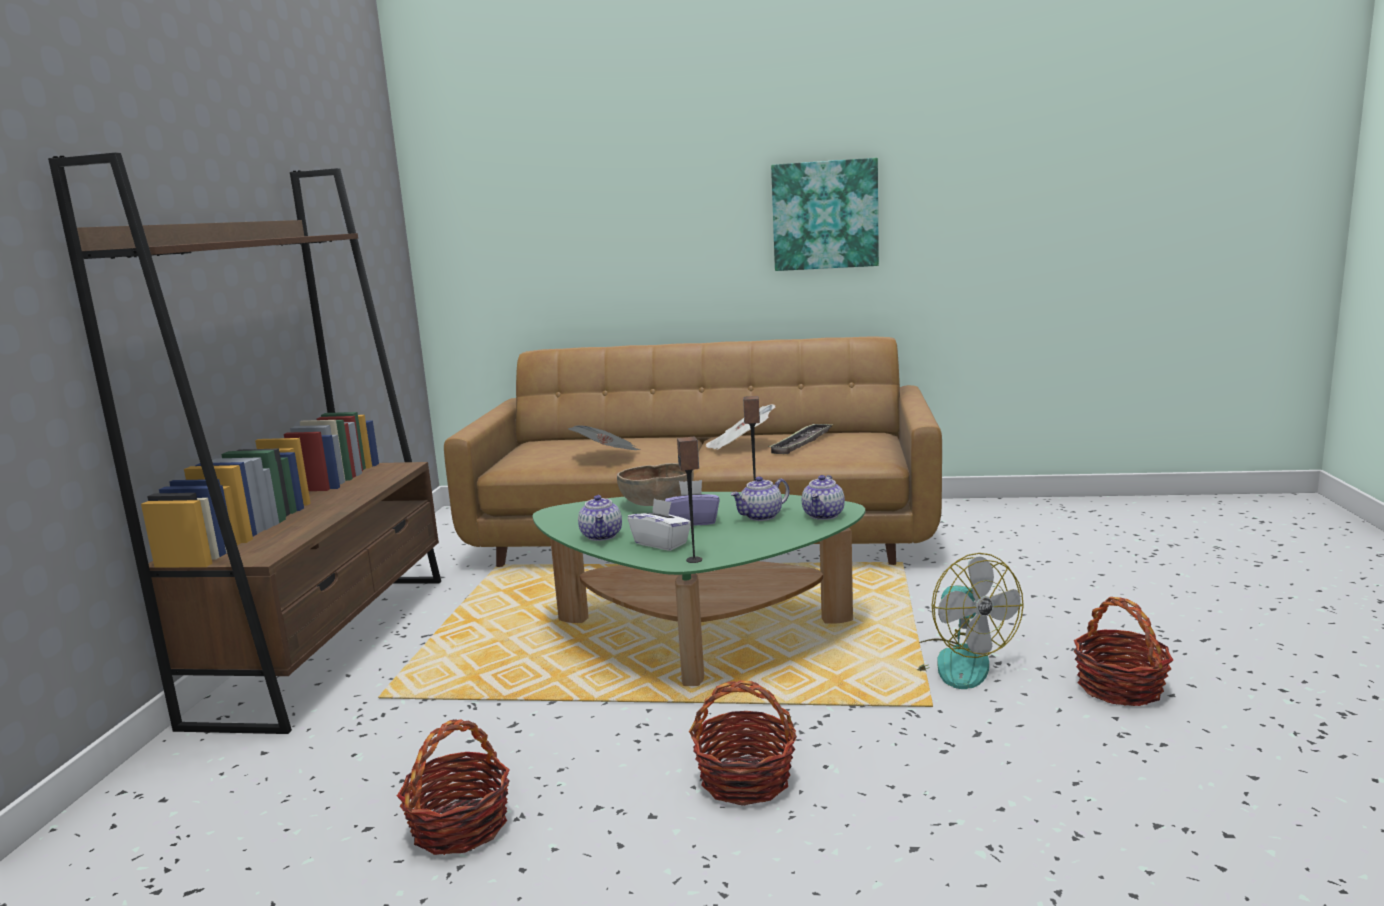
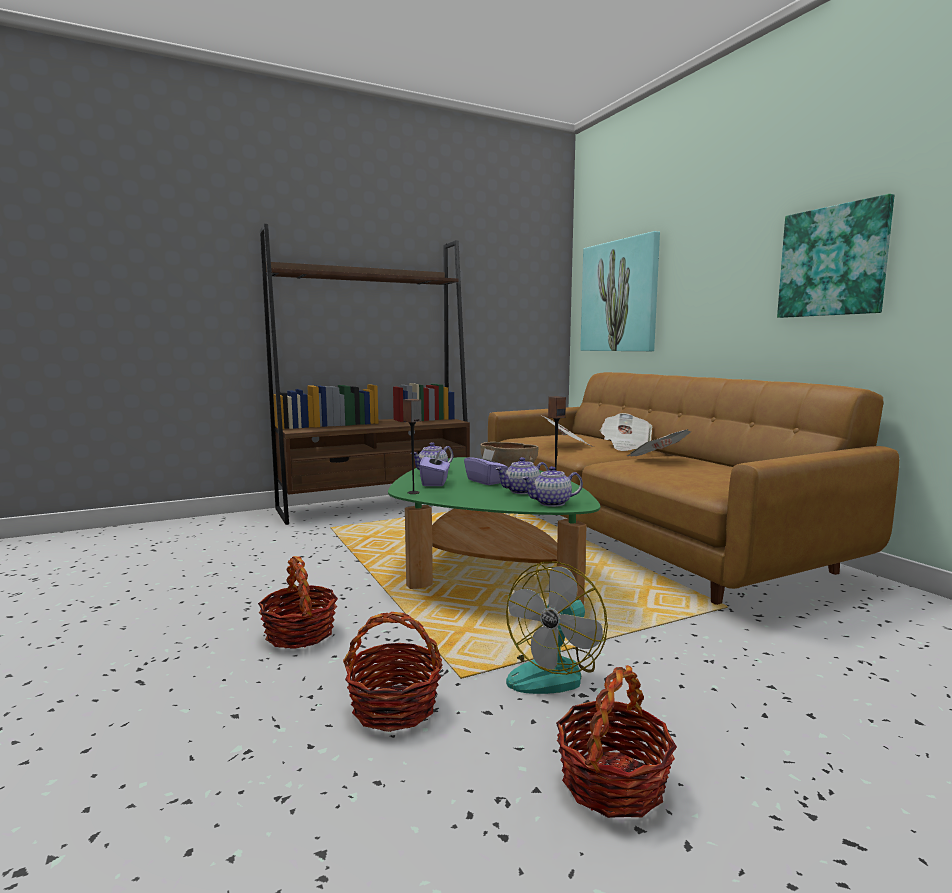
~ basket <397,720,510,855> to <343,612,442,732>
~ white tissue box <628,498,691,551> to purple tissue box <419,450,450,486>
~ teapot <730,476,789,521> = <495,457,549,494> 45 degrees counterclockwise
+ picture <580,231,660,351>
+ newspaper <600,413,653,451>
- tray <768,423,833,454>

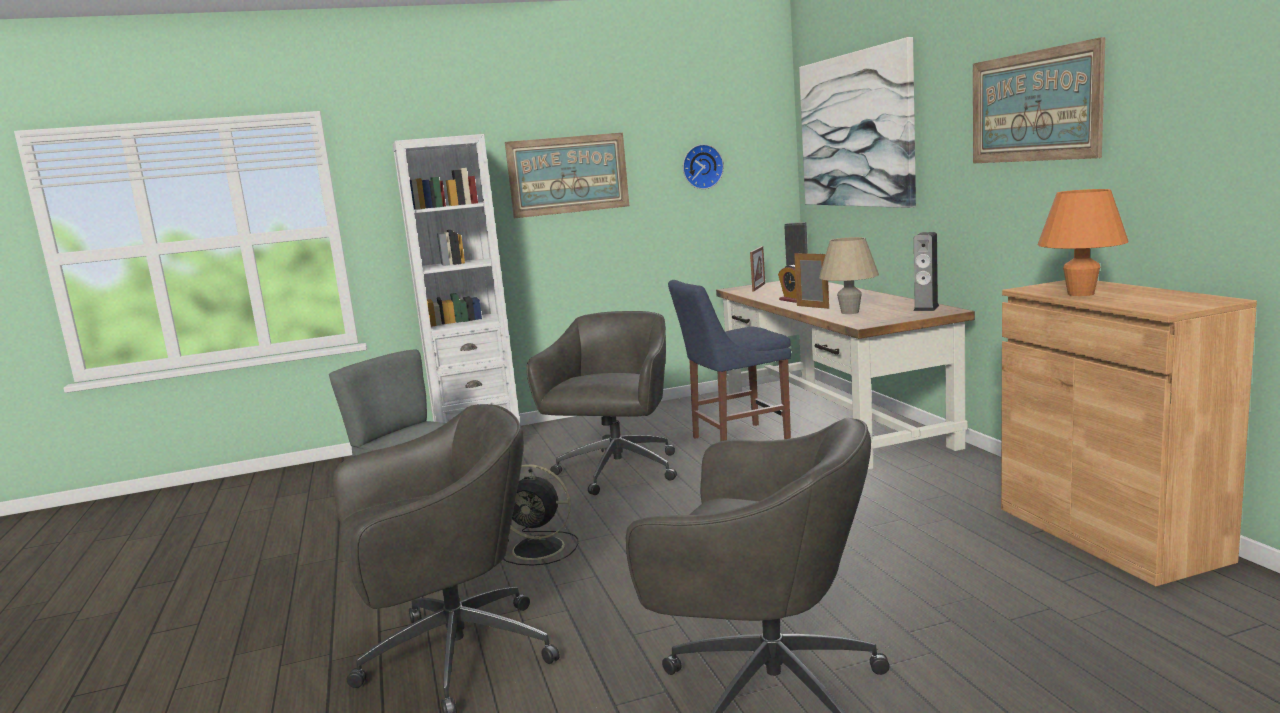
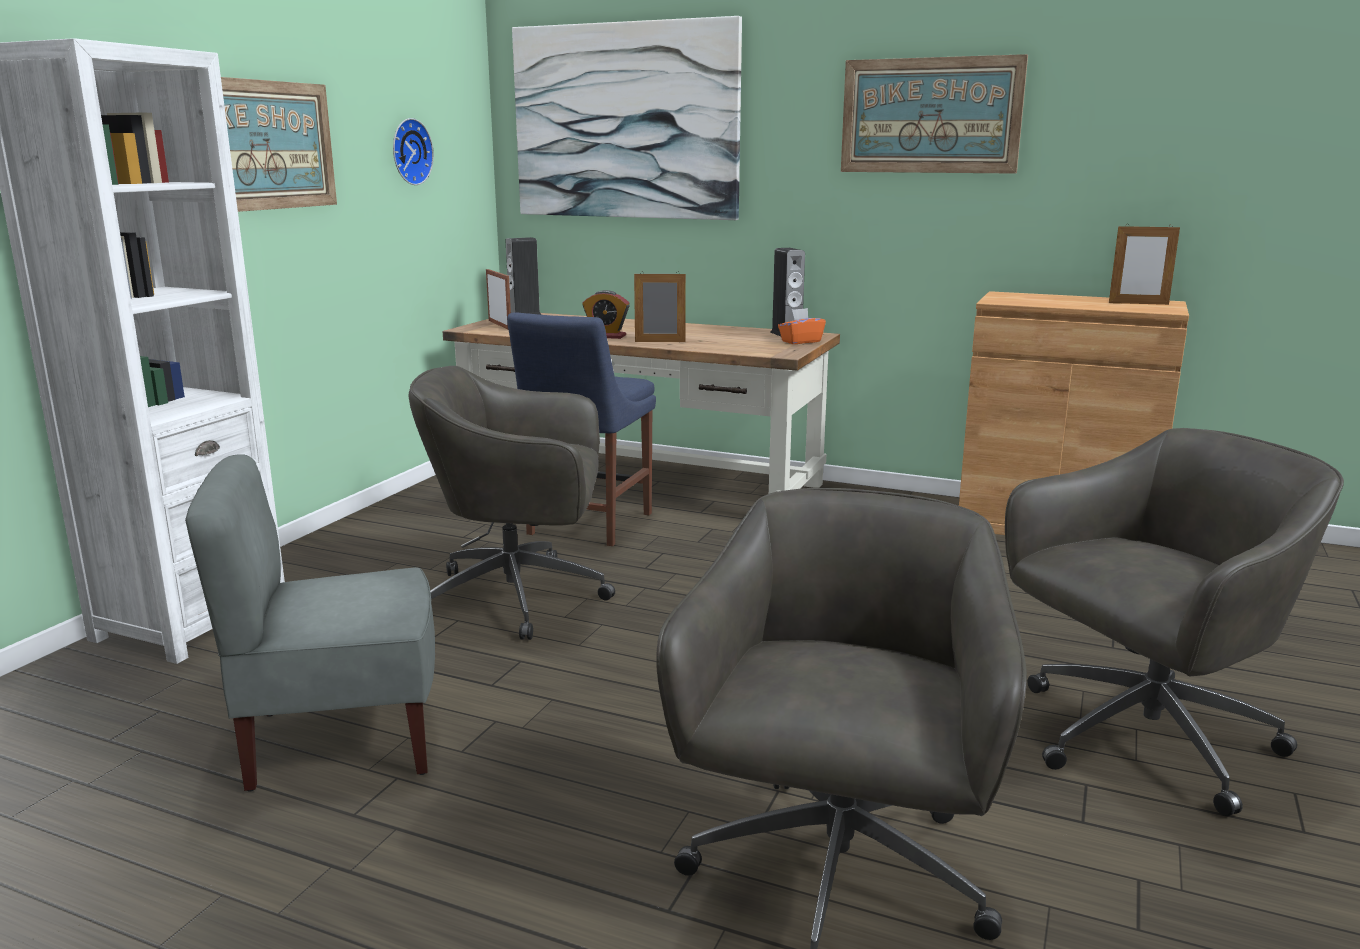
~ grey office chair <526,311,677,495> = <408,366,615,640> 60 degrees counterclockwise
+ orange tissue box <778,308,826,344>
+ picture frame <1109,224,1180,305>
- black fan <503,464,578,566>
- beige table lamp <819,237,879,314>
- orange table lamp <1037,189,1129,296>

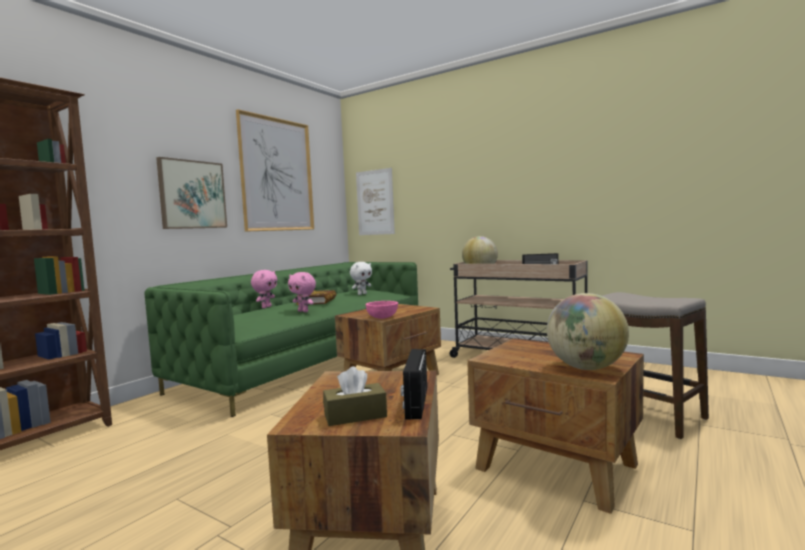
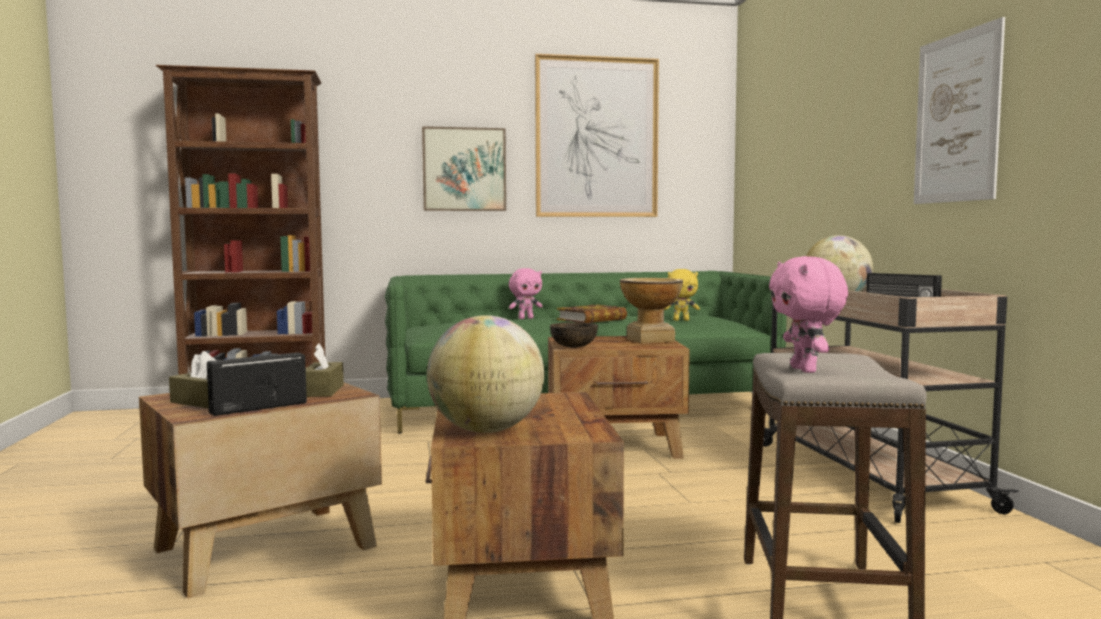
+ brown tissue box <306,344,344,397>
~ pink bowl <365,301,398,319> to brown bowl <550,322,598,348>
+ vase <620,278,683,344>
~ white plush toy <350,262,372,295> to yellow plush toy <664,269,700,321>
~ pink plush toy <288,272,316,312> to <769,256,848,373>
~ picture <356,168,395,235> to <914,17,1005,204>

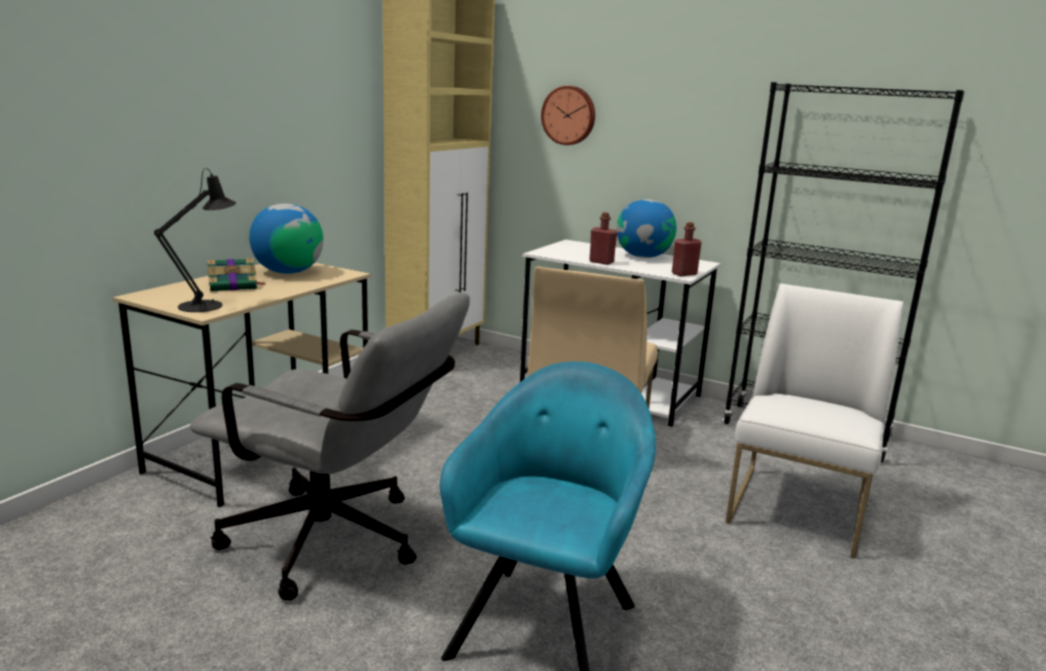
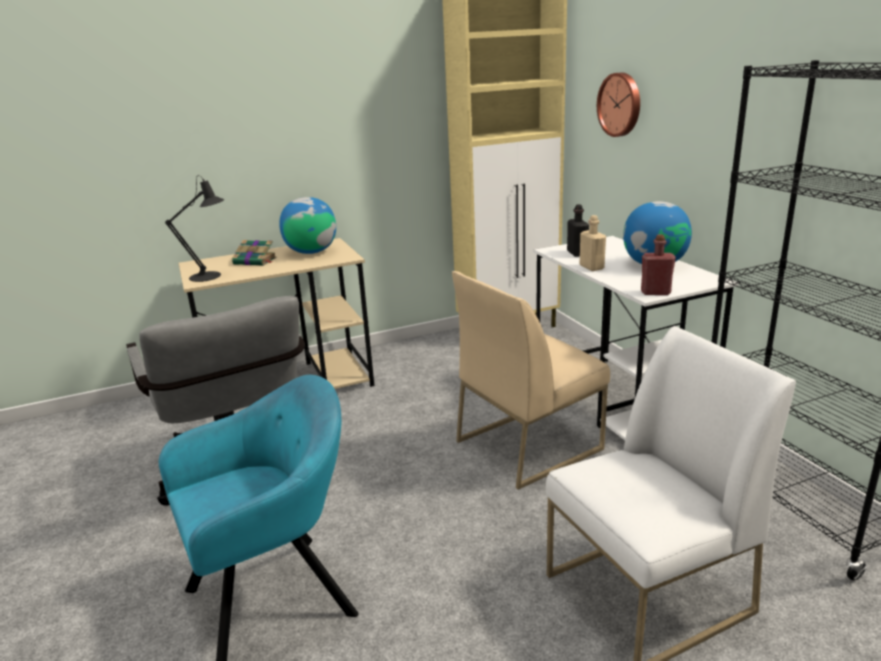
+ black bottle <567,204,589,257>
~ red bottle <589,212,617,265> to beige bottle <580,215,606,271>

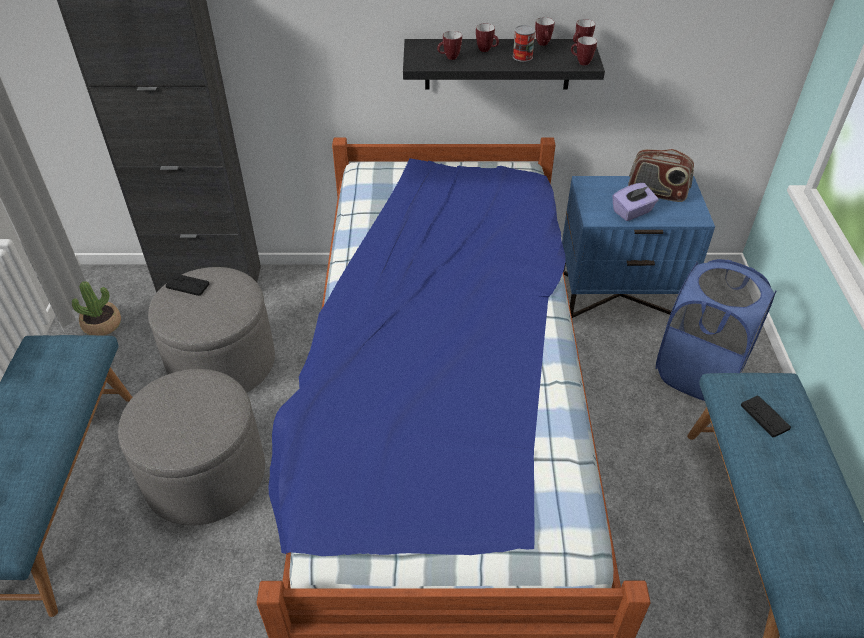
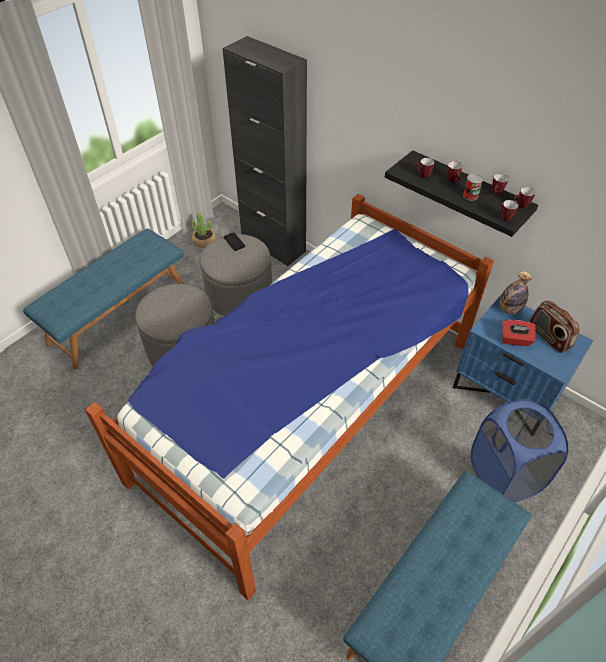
+ bottle <500,271,532,315>
~ purple tissue box <613,183,658,221> to red tissue box <502,320,535,346>
- black game controller <741,396,791,437>

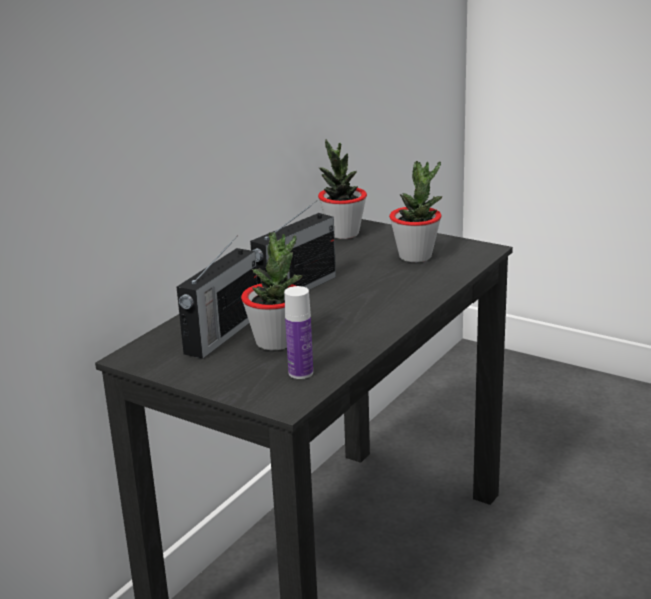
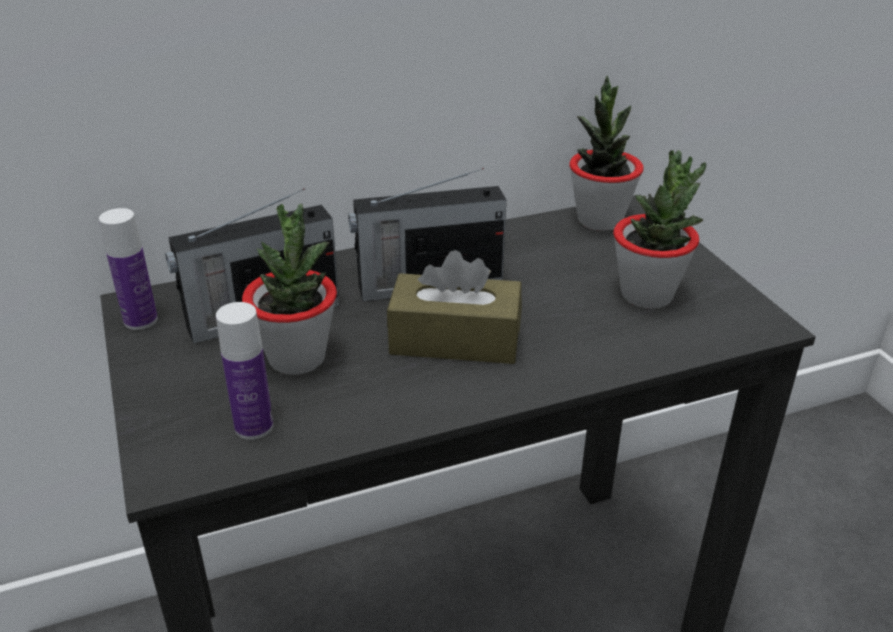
+ bottle <99,208,158,330>
+ brown tissue box <387,250,522,364>

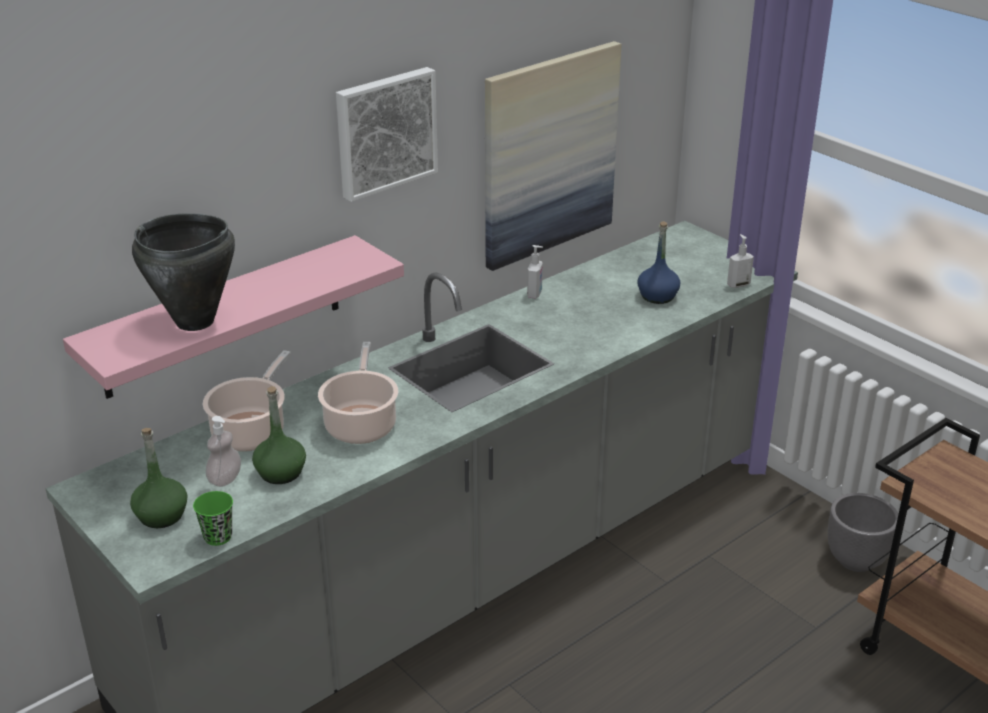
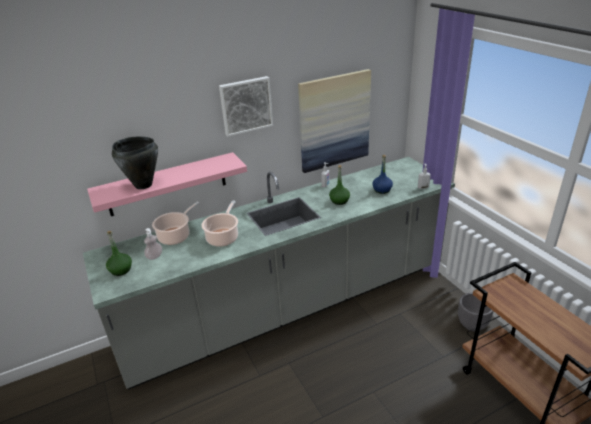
~ green bottle <252,386,306,484> to <329,165,350,205>
- green cup <193,491,233,546>

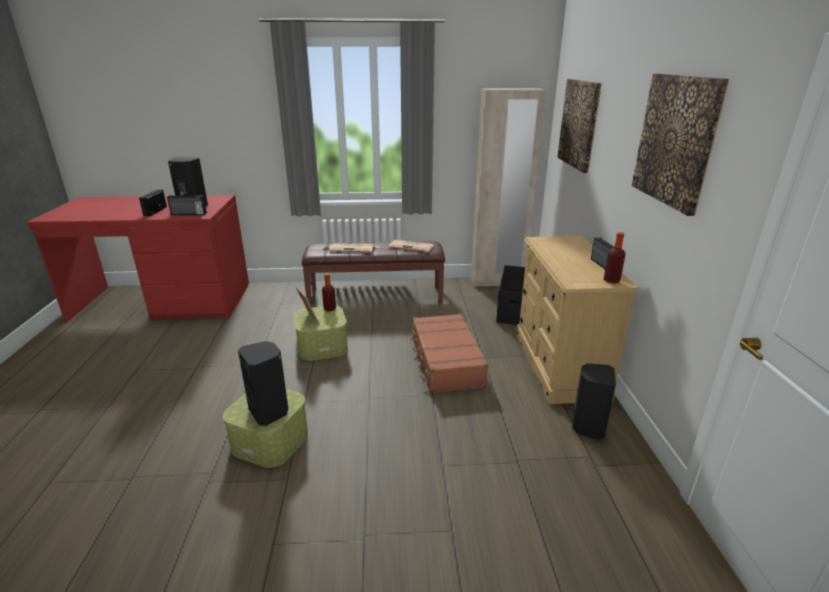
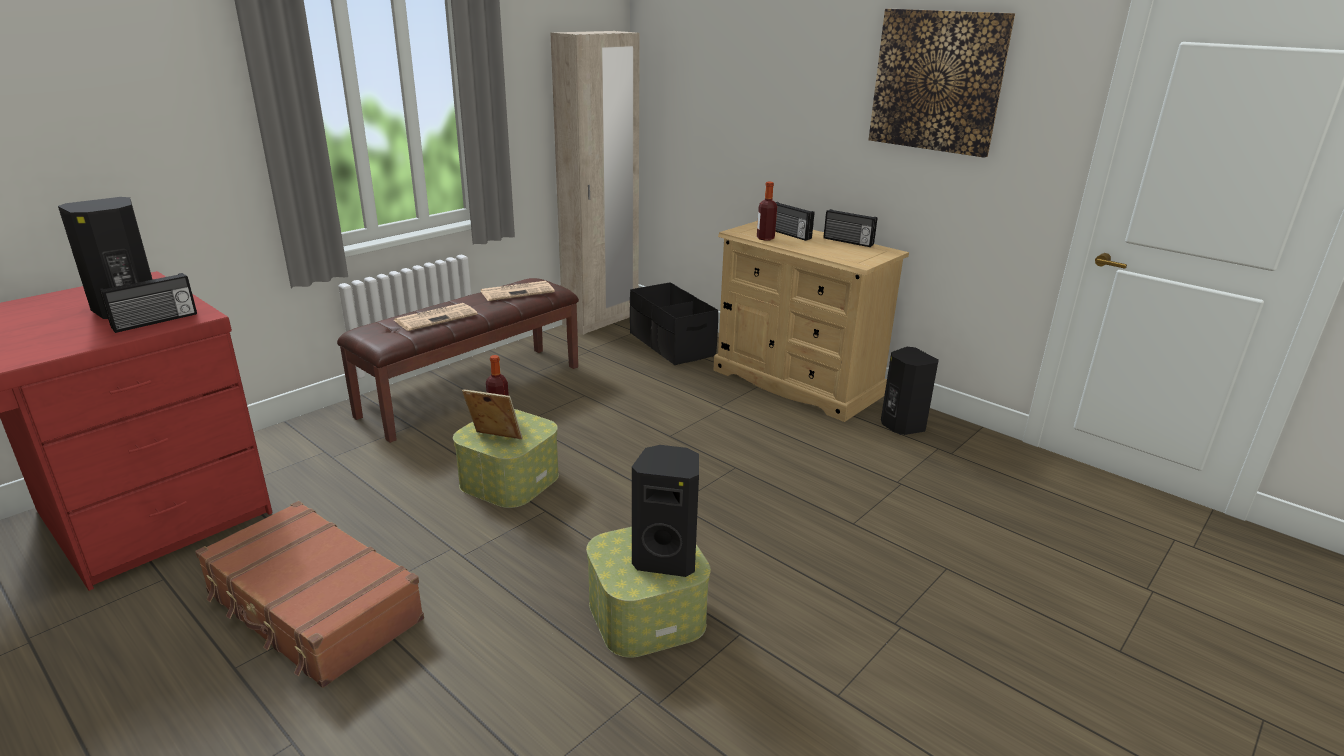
~ brown suitcase <410,314,489,393> to <195,501,424,688>
~ bottle <604,232,626,284> to <757,182,777,241>
~ radio <139,189,167,216> to <775,202,814,241>
- picture <557,79,602,173>

